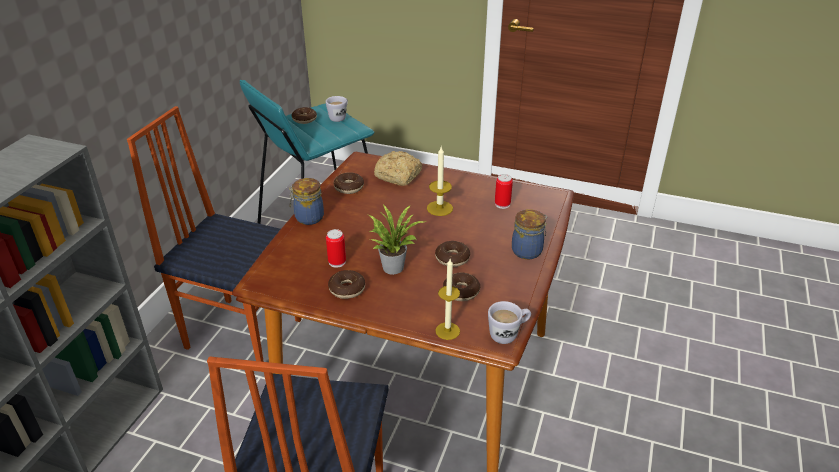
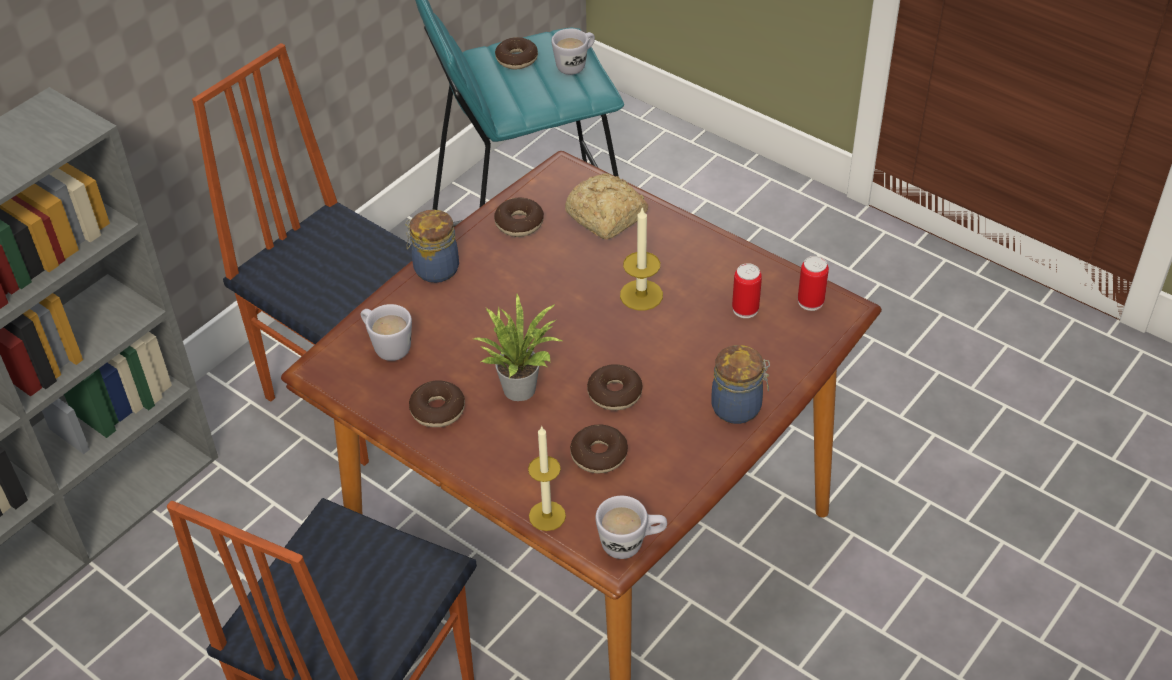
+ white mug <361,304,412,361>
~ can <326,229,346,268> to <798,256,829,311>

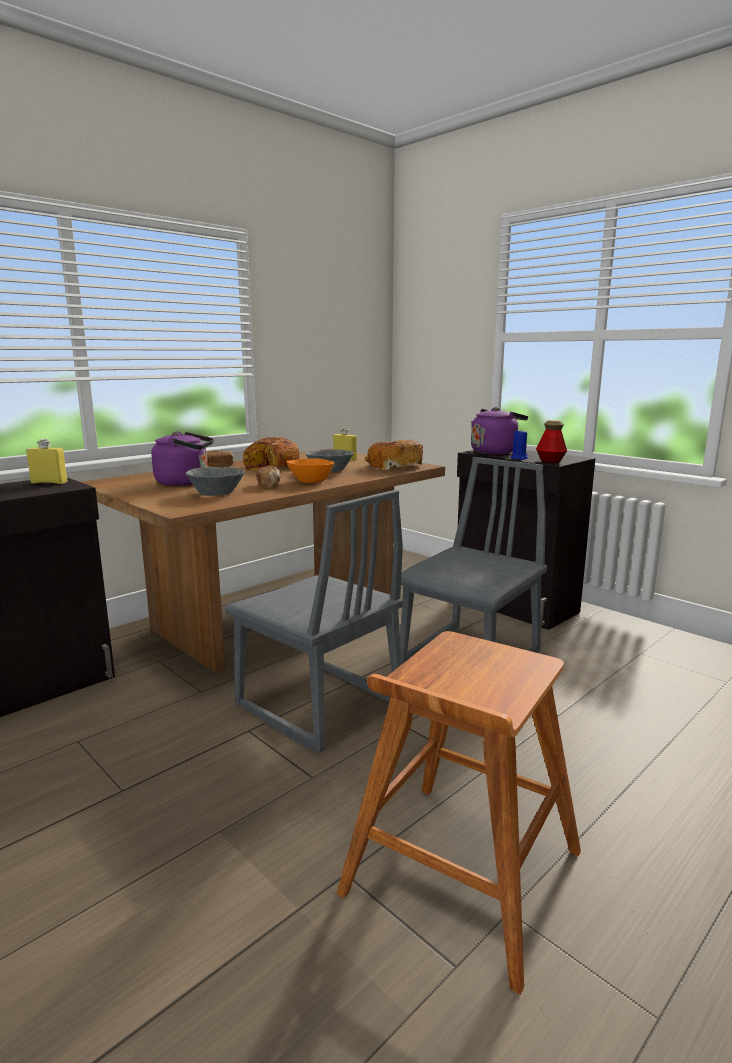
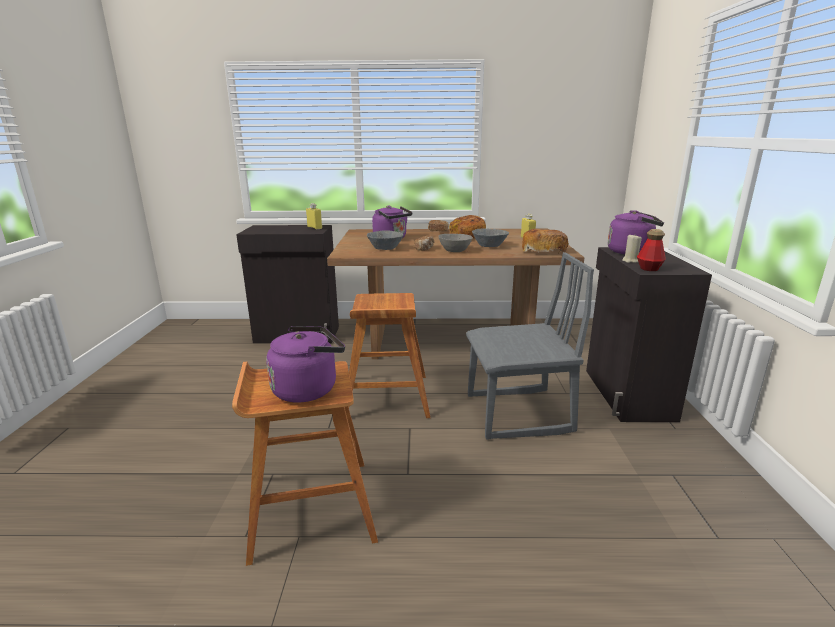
+ purple kettle <266,326,345,403>
~ grey chair <225,490,403,753> to brown stool <348,293,430,418>
~ orange bowl <287,458,334,483> to grey bowl <438,234,472,252>
~ blue candle <511,429,528,460> to beige candle <622,235,642,263>

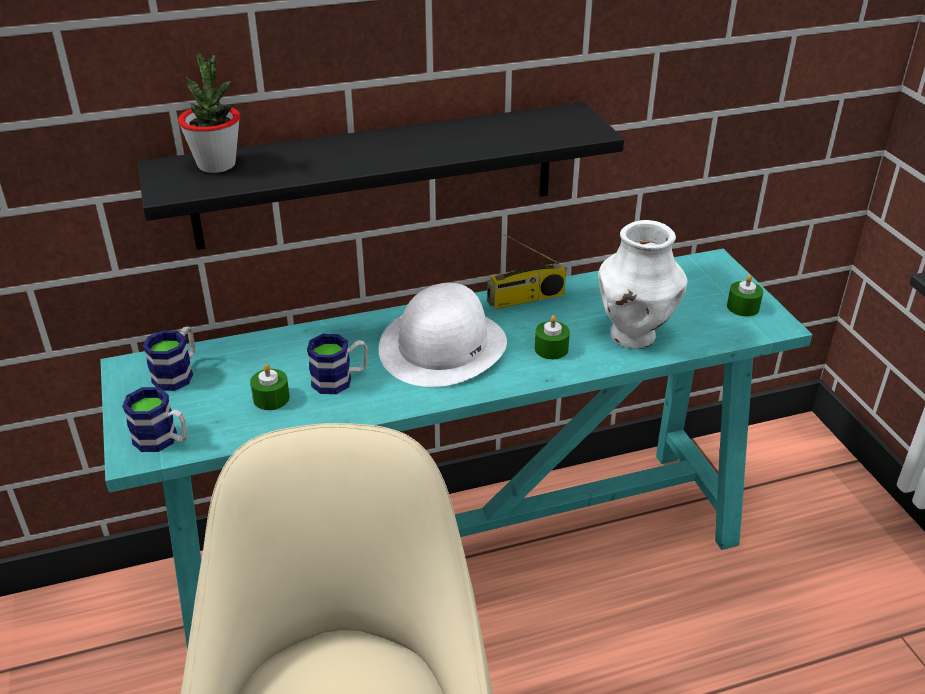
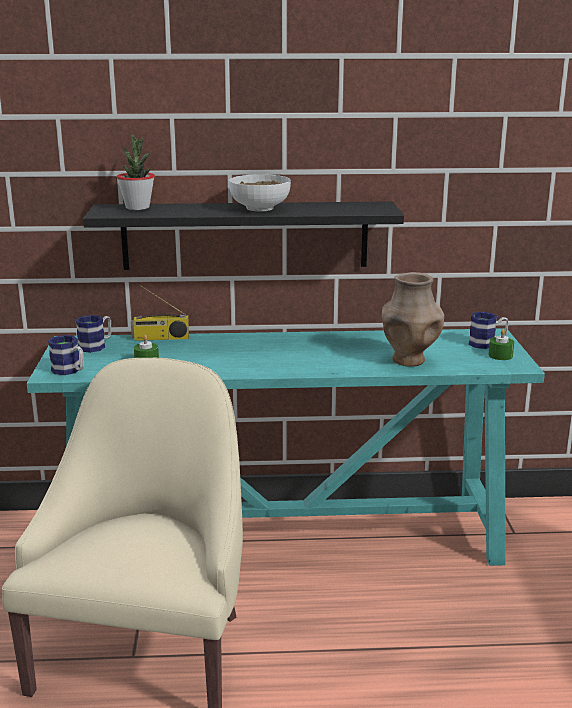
~ radio <487,234,566,309> to <131,286,189,341>
+ bowl <229,174,291,212>
~ white vase <598,220,688,349> to brown vase <382,272,444,367>
~ mug <307,334,367,394> to <469,312,509,349>
- white hat <379,283,507,387>
- green candle <535,315,570,359>

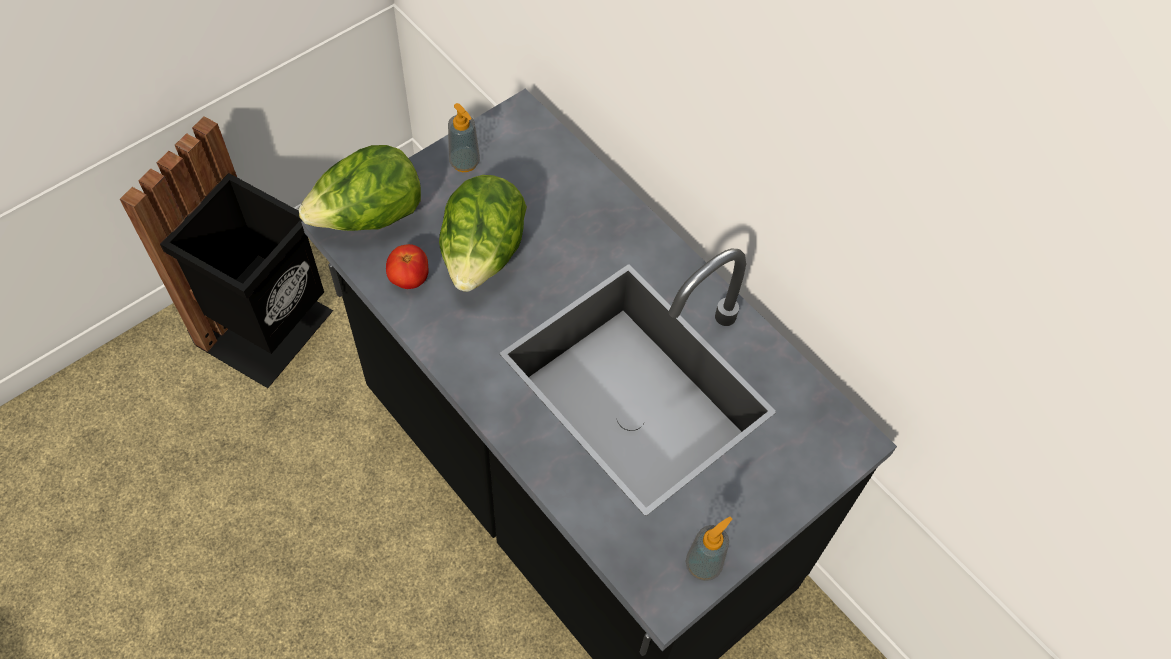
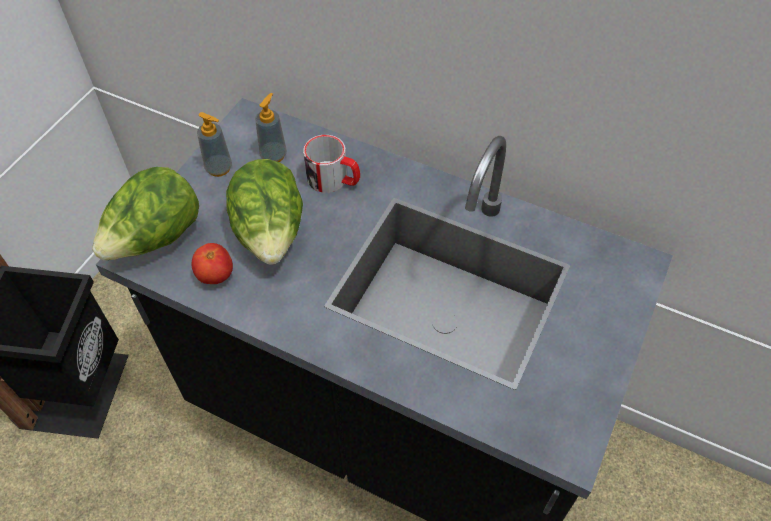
~ soap dispenser <686,517,732,581> to <255,93,287,162>
+ mug <303,135,360,193>

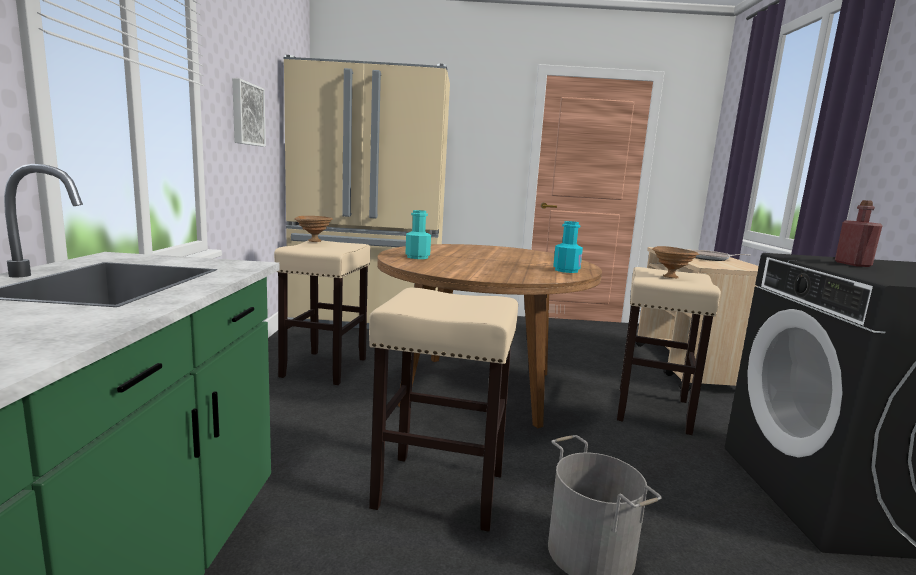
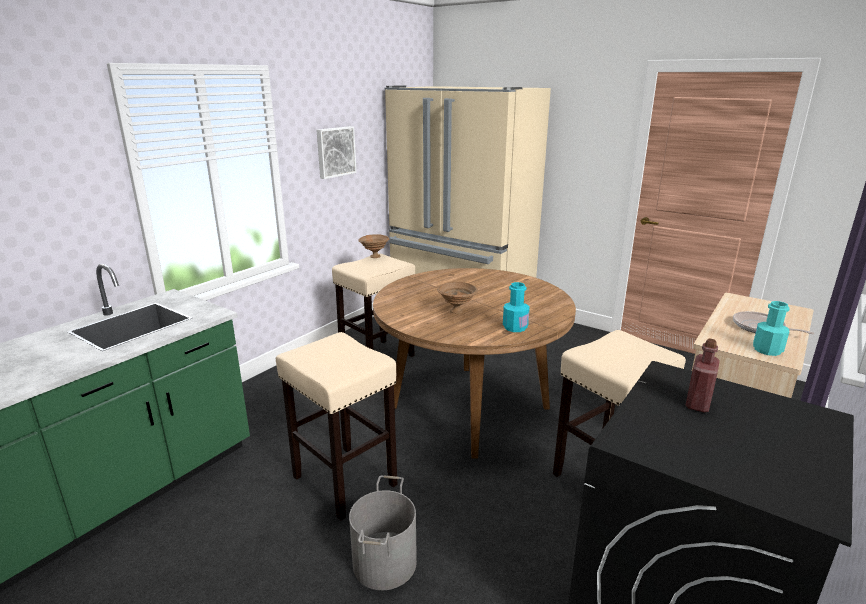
~ brown bowl <652,246,699,278> to <437,281,478,314>
~ turquoise bottle <405,210,431,259> to <753,301,790,356>

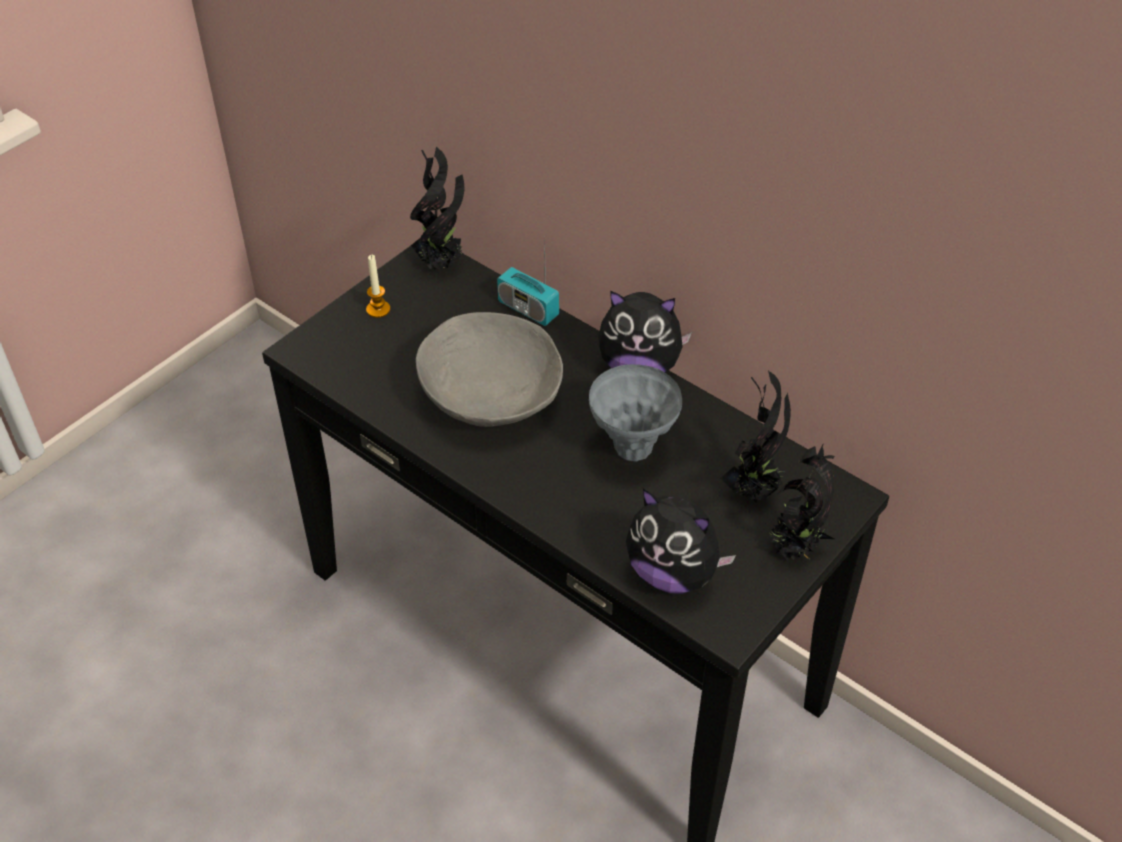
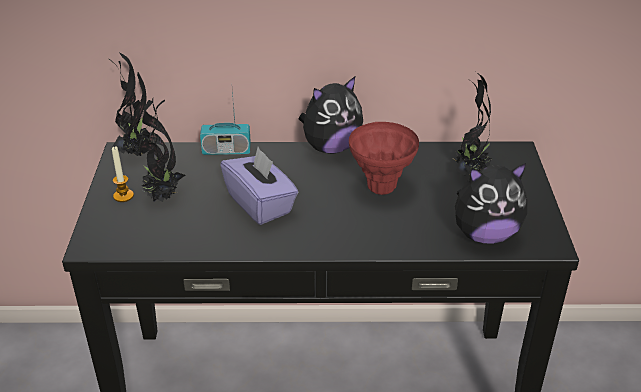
~ potted plant <771,444,835,560> to <138,99,186,202>
~ grey bowl <416,312,563,427> to purple tissue box <220,147,298,225>
~ grey vase <589,364,682,462> to red vase <349,122,419,195>

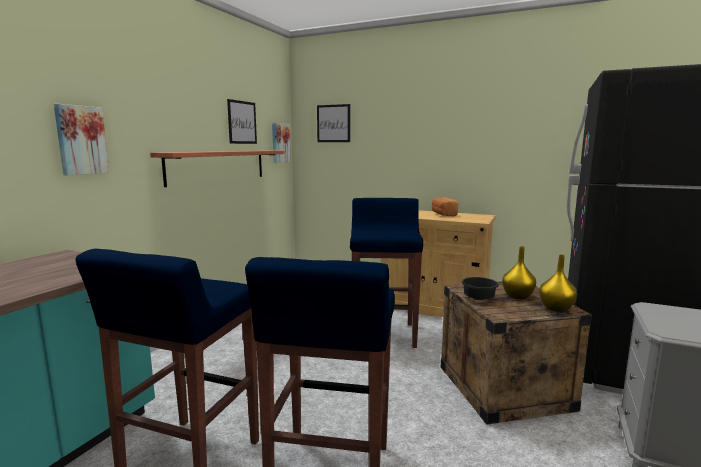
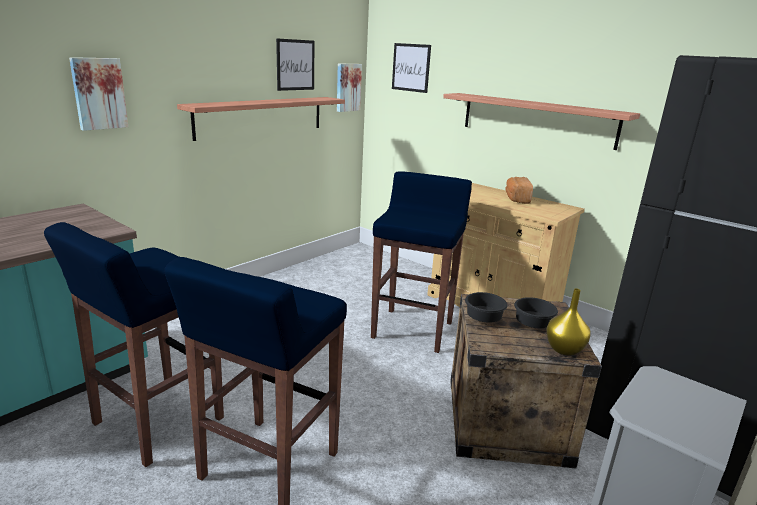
+ shelf <443,93,640,150>
~ yellow vase <502,246,536,300> to black bowl <514,297,558,328>

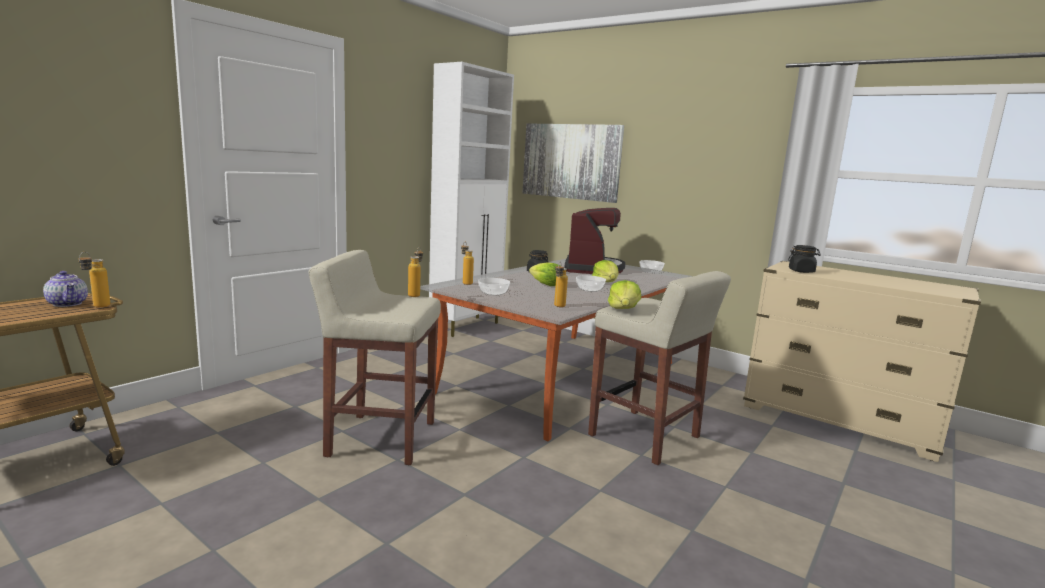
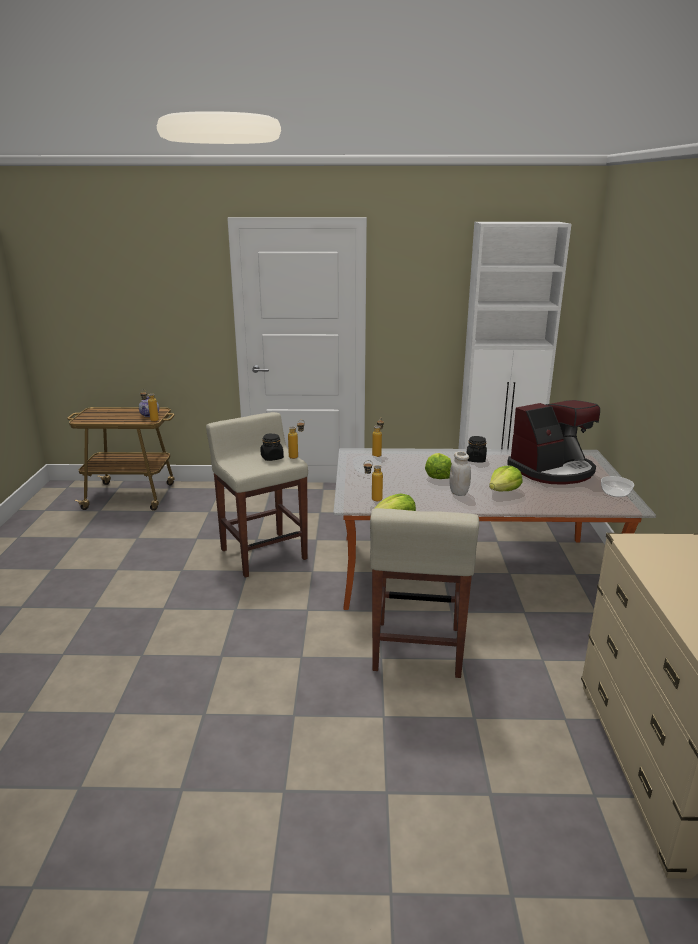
~ black jar <788,245,821,273> to <260,433,284,461>
~ bowl <576,275,606,292> to white jar <449,451,471,496>
- picture <523,123,624,203>

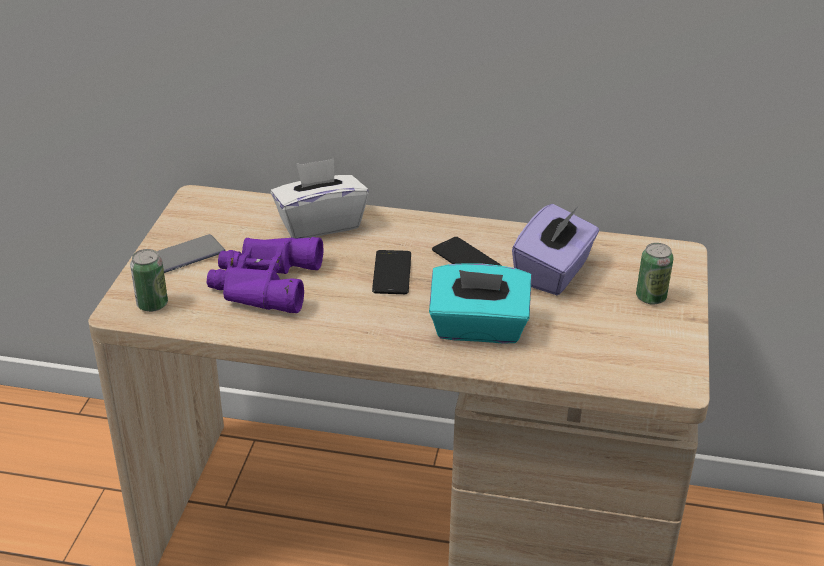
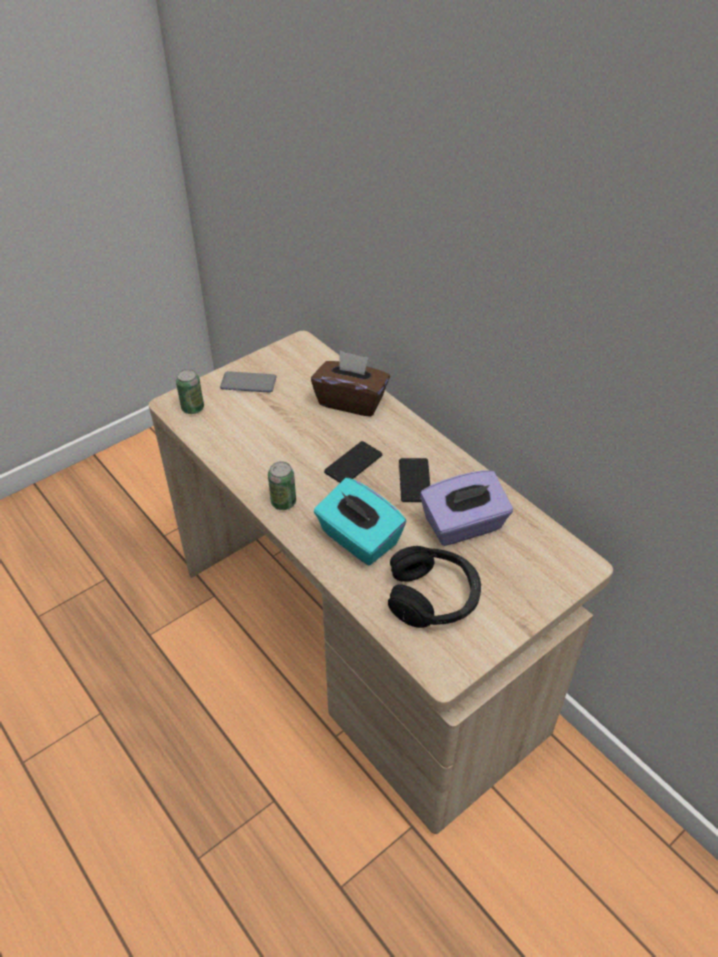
~ can <636,243,674,305> to <268,461,296,510>
~ white tissue box <271,158,368,239> to brown tissue box <311,351,390,417>
+ black headphones <388,546,481,628>
- purple binoculars <207,237,323,313>

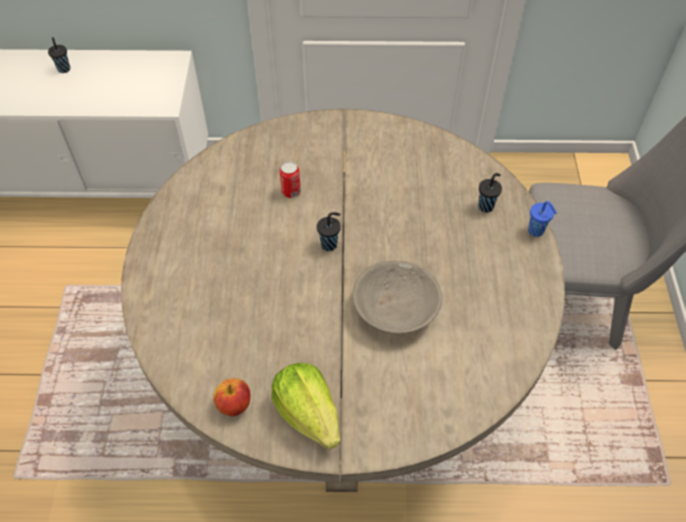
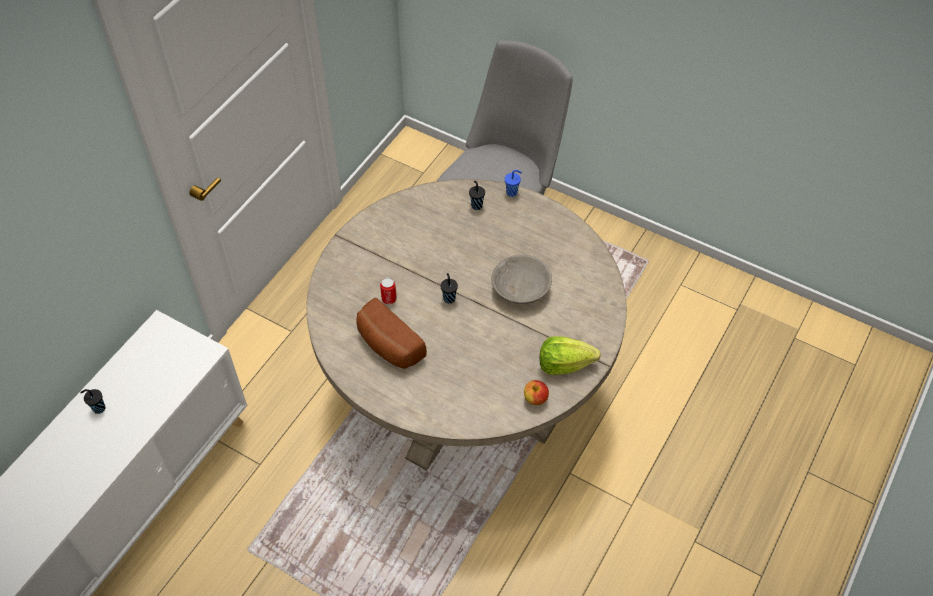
+ bread <356,298,427,369>

